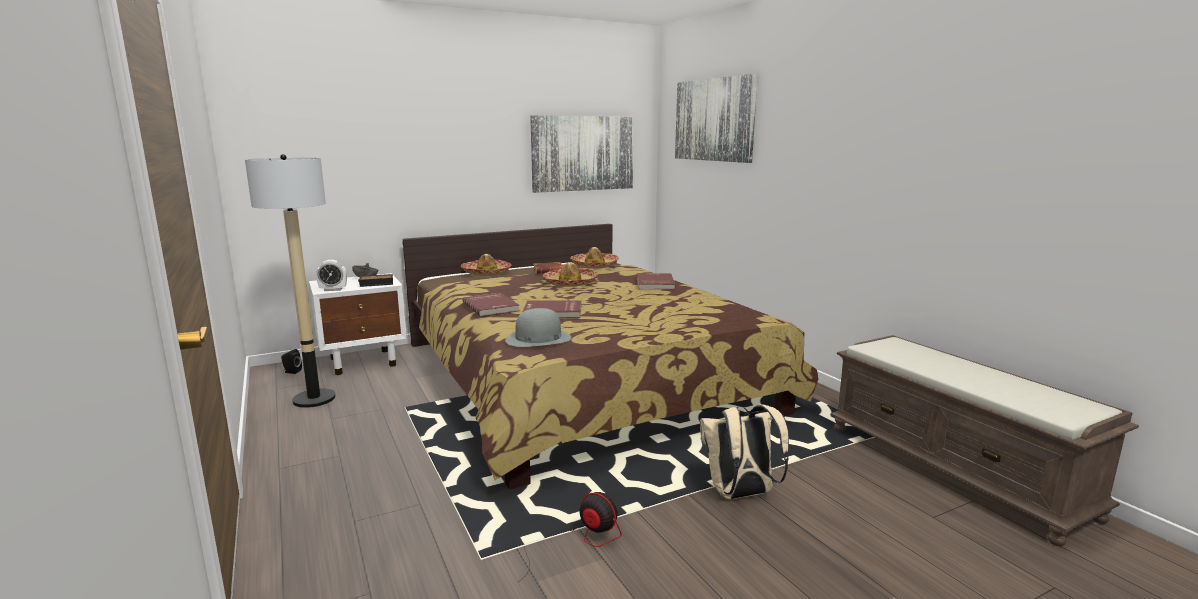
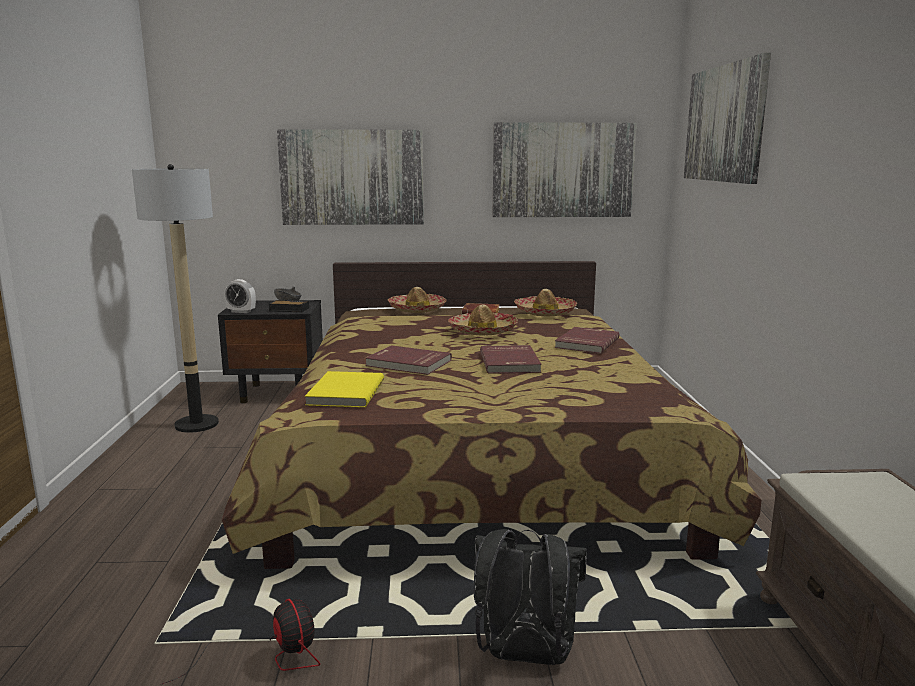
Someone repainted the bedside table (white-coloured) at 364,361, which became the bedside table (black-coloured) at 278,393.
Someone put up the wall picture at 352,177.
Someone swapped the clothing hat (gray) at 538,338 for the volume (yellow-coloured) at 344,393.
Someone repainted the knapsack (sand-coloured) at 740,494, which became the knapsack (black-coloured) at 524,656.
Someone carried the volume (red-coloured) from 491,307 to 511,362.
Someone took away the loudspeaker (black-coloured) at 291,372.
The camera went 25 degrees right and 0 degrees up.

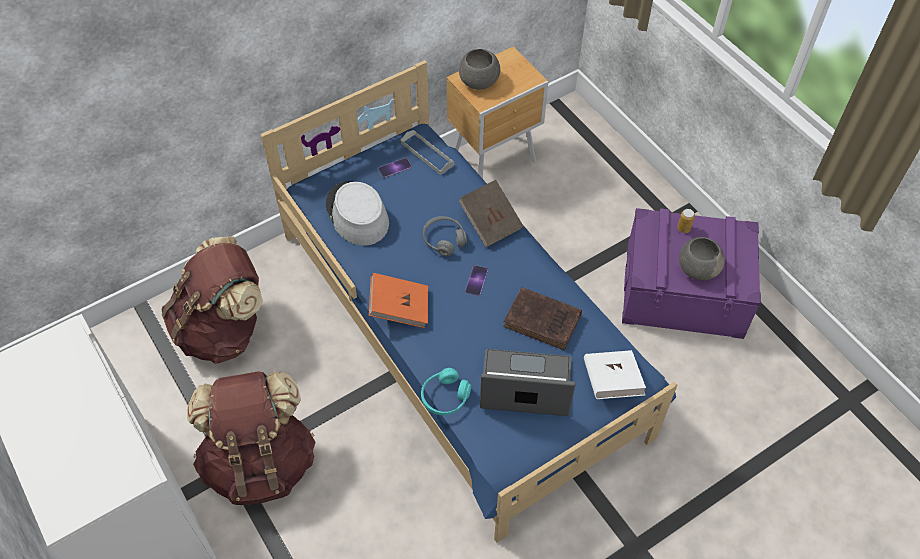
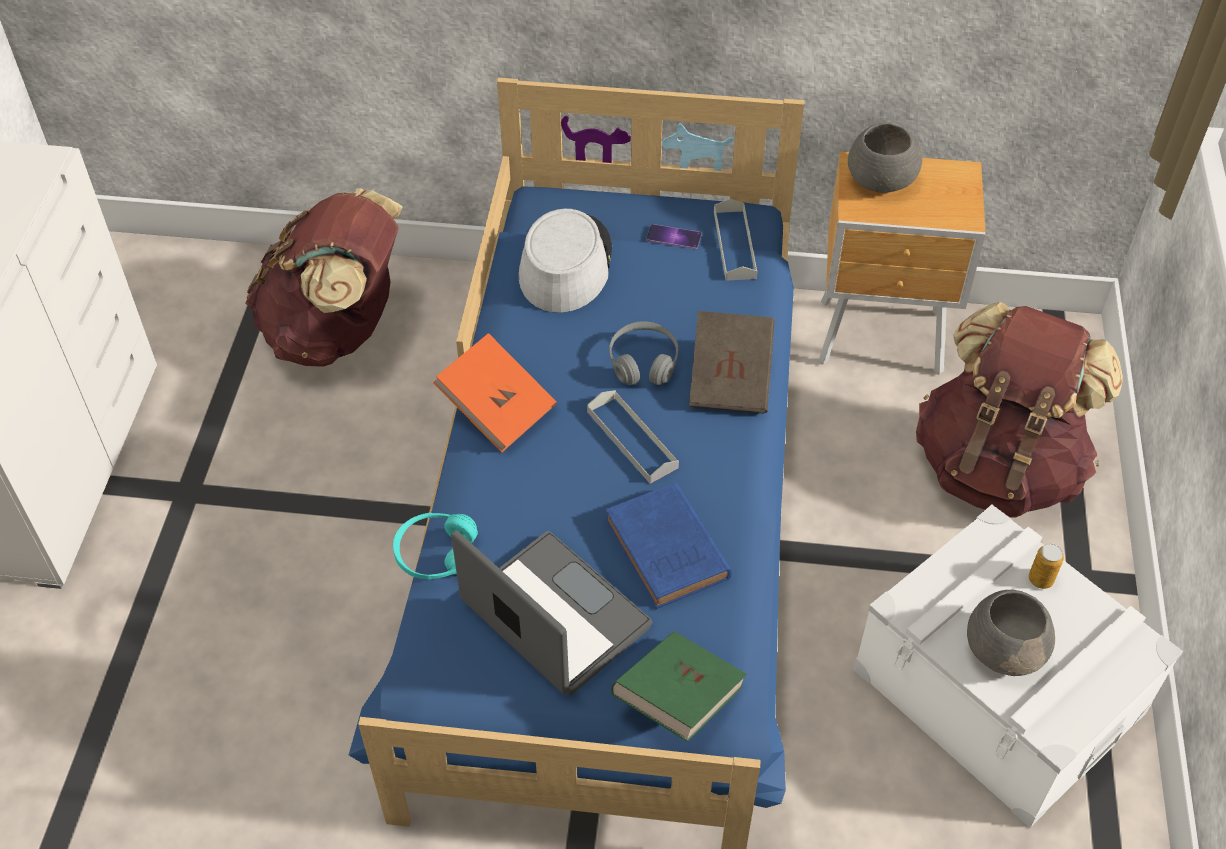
Someone swapped the phone at 476,280 for the serving tray (gray) at 632,439.
Someone repainted the volume (brownish) at 544,321, which became the volume (blue) at 668,552.
Someone repainted the volume (white-coloured) at 611,382, which became the volume (green) at 678,699.
Someone repainted the storage box (purple) at 684,290, which became the storage box (white-coloured) at 999,691.
Someone carried the knapsack (brownish) from 261,462 to 997,467.
The camera went 40 degrees right and 5 degrees down.

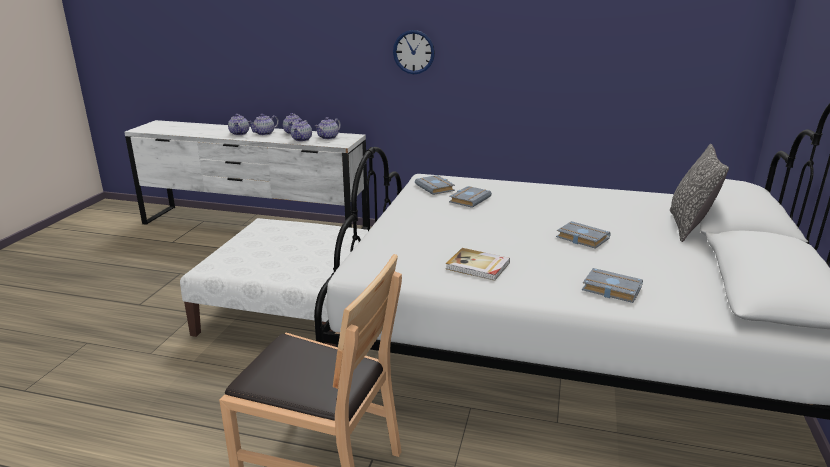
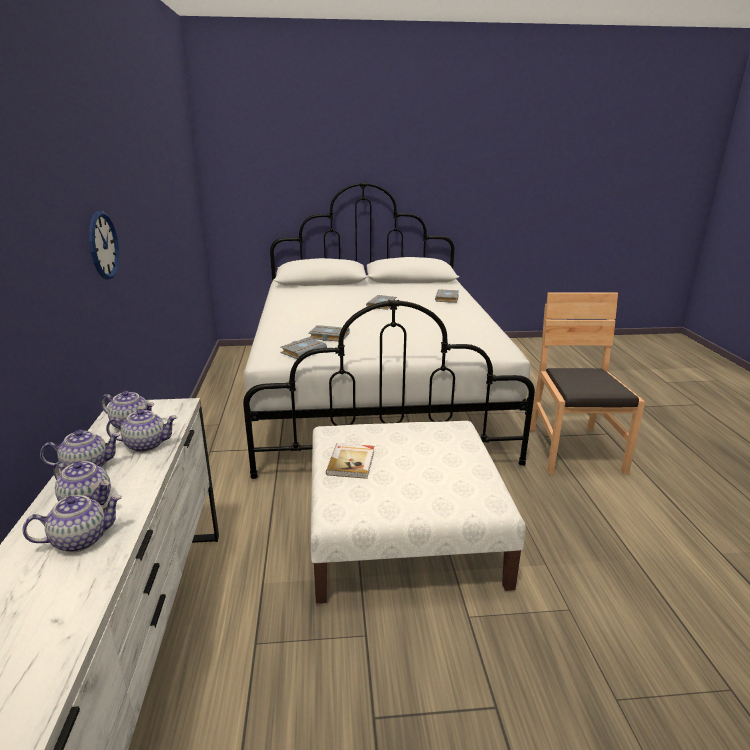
Someone carried the volume from 478,266 to 352,462.
Someone took away the throw pillow at 688,226.
The camera went 110 degrees left and 0 degrees up.

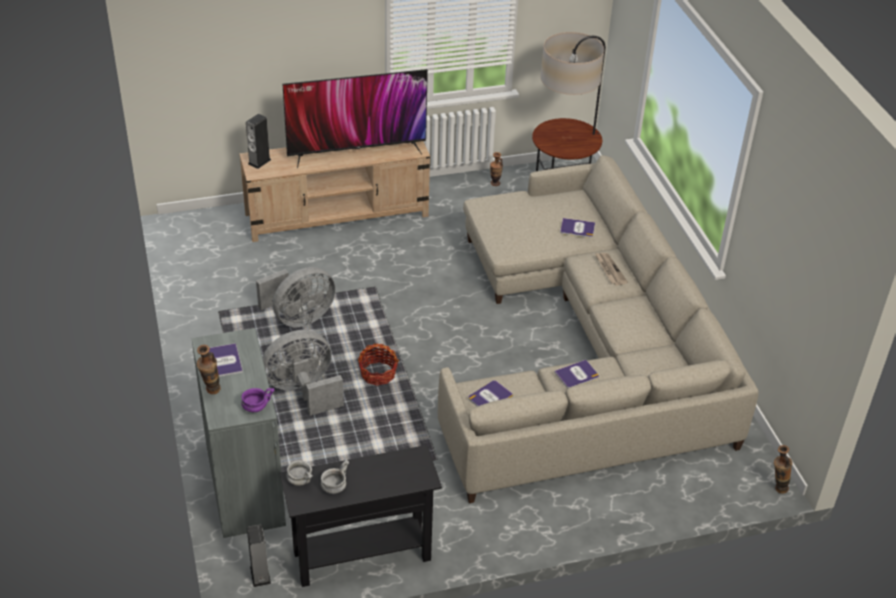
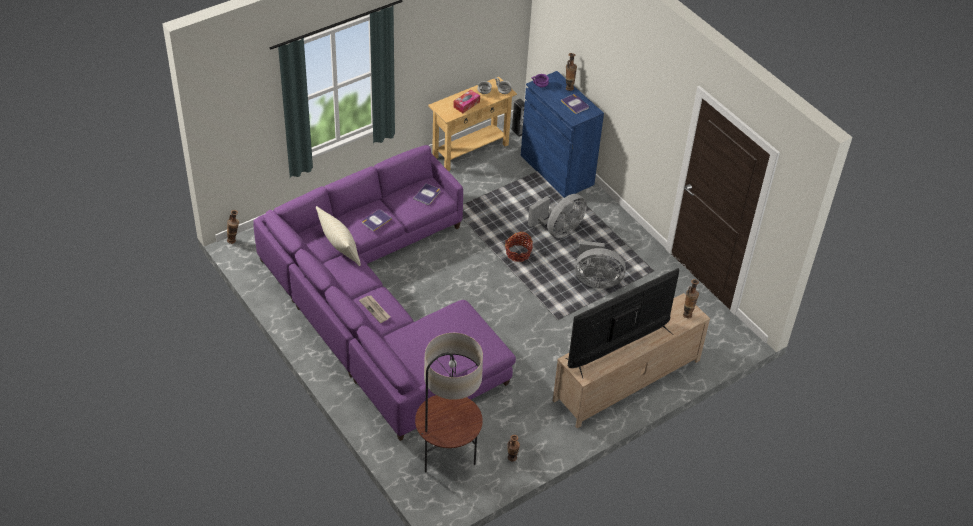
Someone repainted the couch (sand-coloured) at 585,351, which became the couch (purple) at 381,306.
Someone put down the throw pillow (sand-coloured) at 339,247.
Someone repainted the narrow table (black-coloured) at 362,555, which became the narrow table (sand-coloured) at 470,151.
Someone put down the tissue holder at 466,104.
Someone repainted the storage cabinet (gray) at 245,484, which became the storage cabinet (blue) at 557,170.
Someone rotated the electric fan (gray) at 299,318 by 120 degrees counterclockwise.
Someone swapped the loudspeaker at 259,161 for the vase at 688,313.
Someone took away the volume at 577,228.
The camera went 160 degrees right and 5 degrees up.

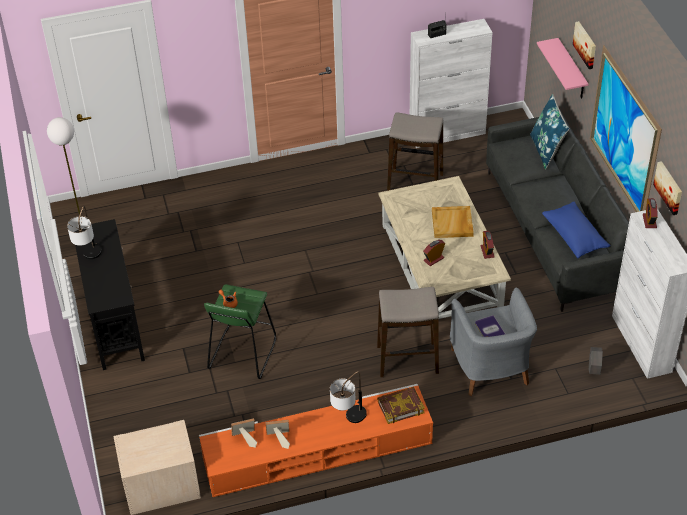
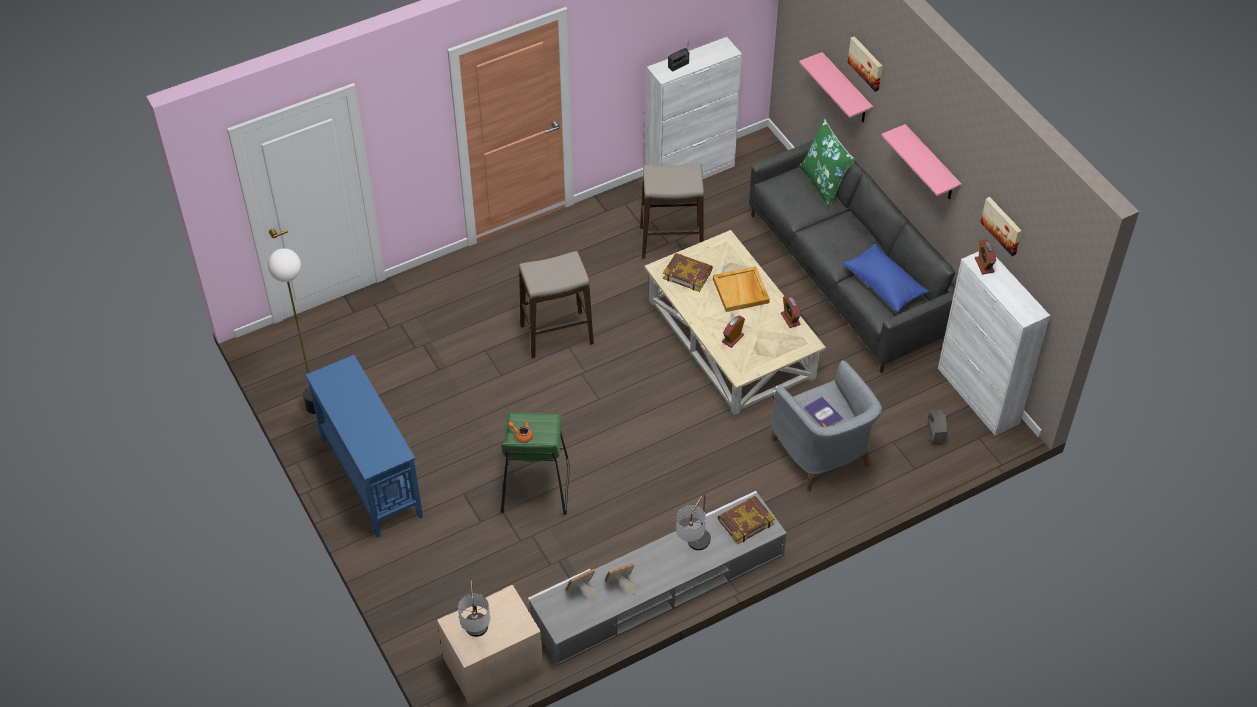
Someone repainted the narrow table (black-coloured) at 115,321, which became the narrow table (blue) at 371,475.
Someone carried the tabletop lamp from 90,259 to 477,636.
Someone carried the stool seat from 407,360 to 557,335.
Someone repainted the media console (orange-coloured) at 317,451, which became the media console (gray) at 658,588.
Someone put down the volume at 687,274.
Someone repainted the throw pillow (blue) at 546,150, which became the throw pillow (green) at 824,183.
Someone swapped the wall picture at 623,134 for the shelf (pink) at 931,164.
The camera went 15 degrees left and 5 degrees up.

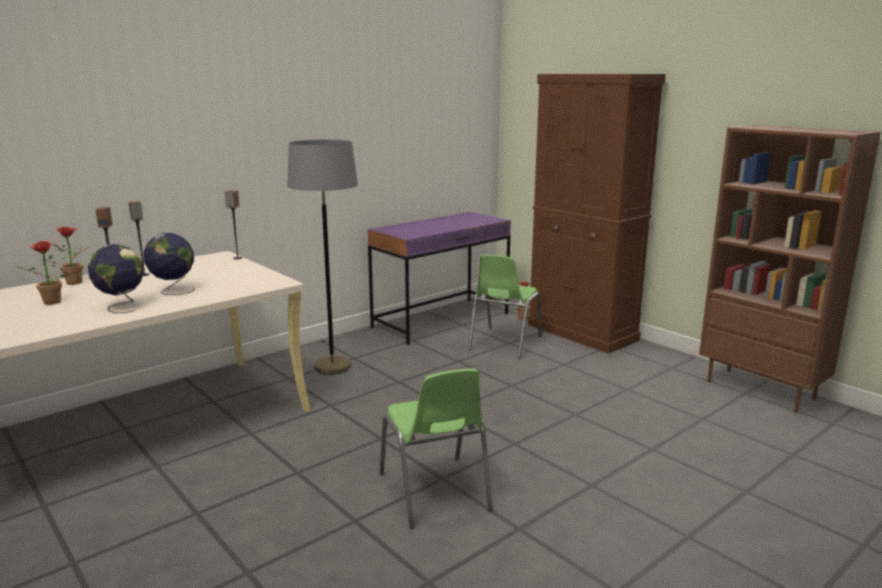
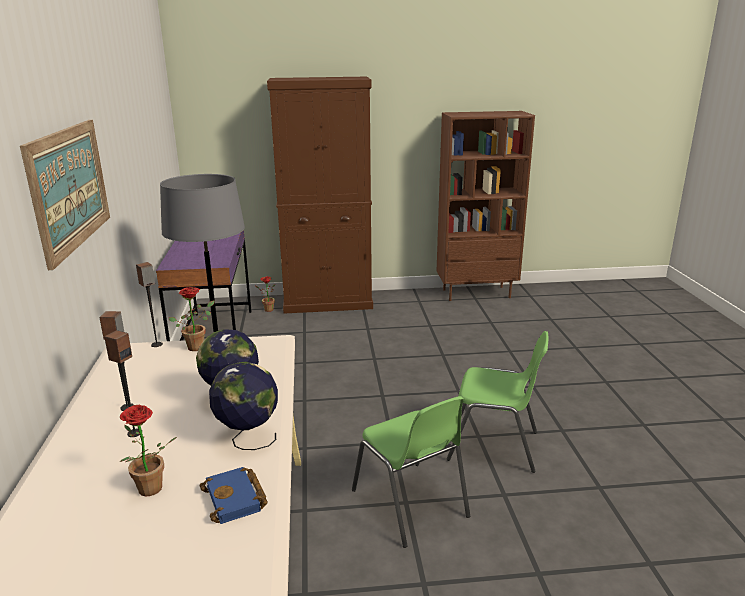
Someone put up the wall picture at 70,187.
Someone carried the plant in a pot from 78,282 to 198,346.
Someone put down the volume (blue) at 236,499.
Someone carried the chair (green) from 503,343 to 410,504.
The camera went 55 degrees left and 5 degrees up.

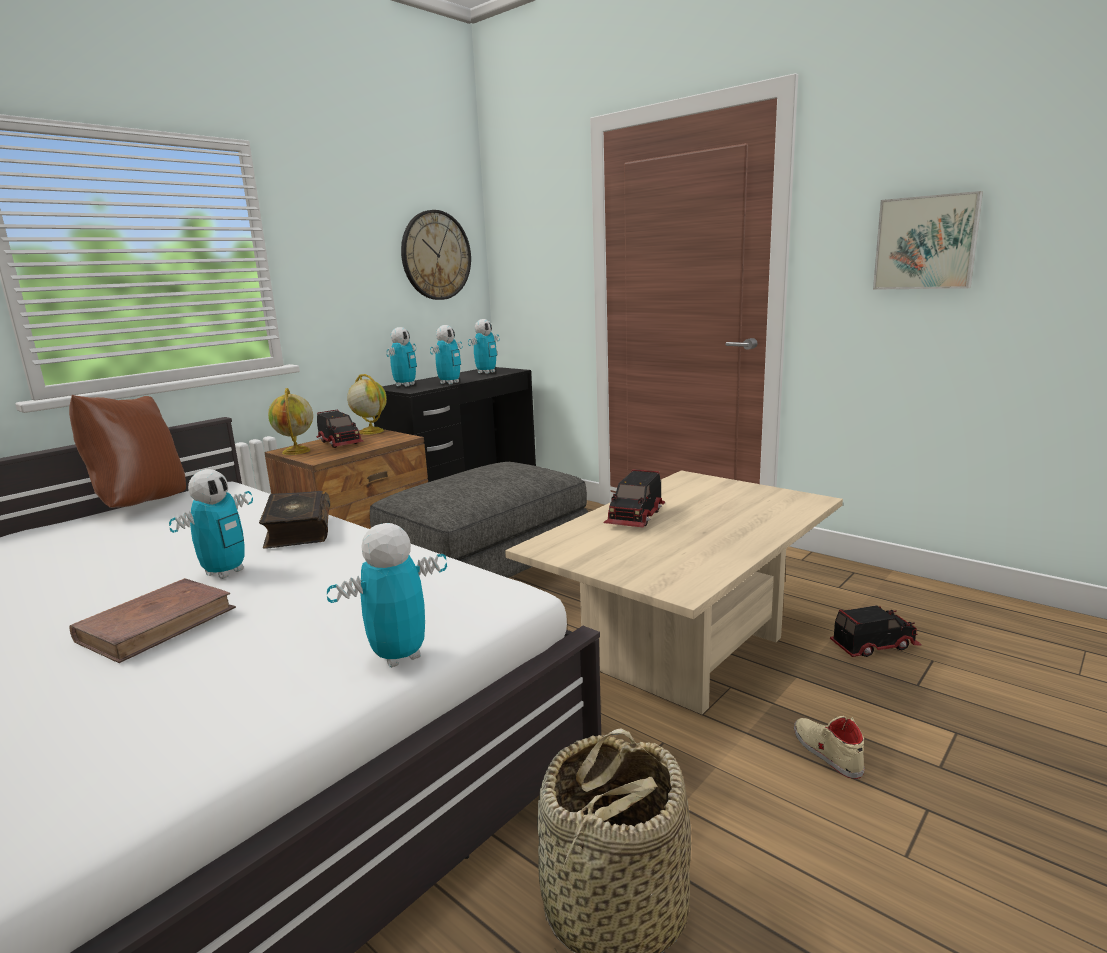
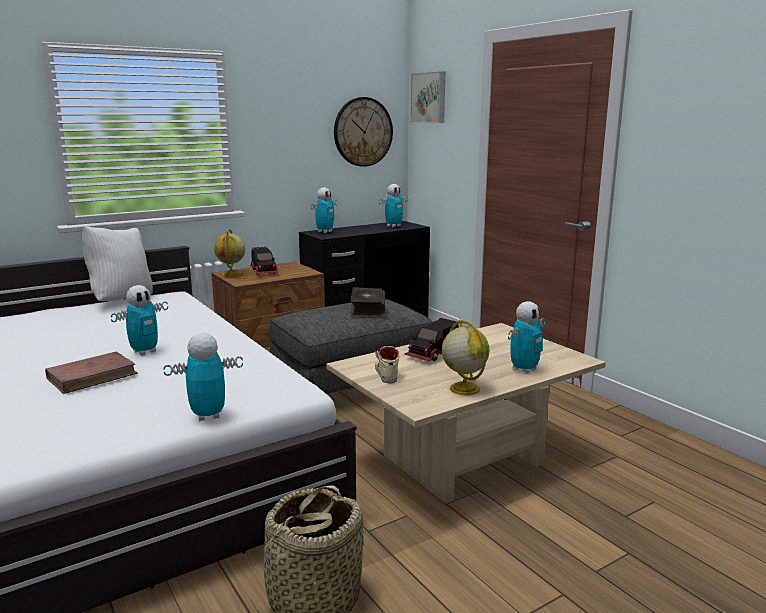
Someone repainted the throw pillow (brownish) at 141,503, which became the throw pillow (white-coloured) at 121,300.
Someone carried the volume from 297,530 to 367,309.
Someone carried the shoe (sand-coloured) from 826,752 to 386,372.
Someone carried the wall picture from 926,243 to 429,97.
Someone carried the desk globe from 370,431 to 463,388.
Someone carried the robot figure from 449,383 to 524,369.
Someone took away the toy lorry at 873,645.
The camera went 15 degrees right and 0 degrees up.

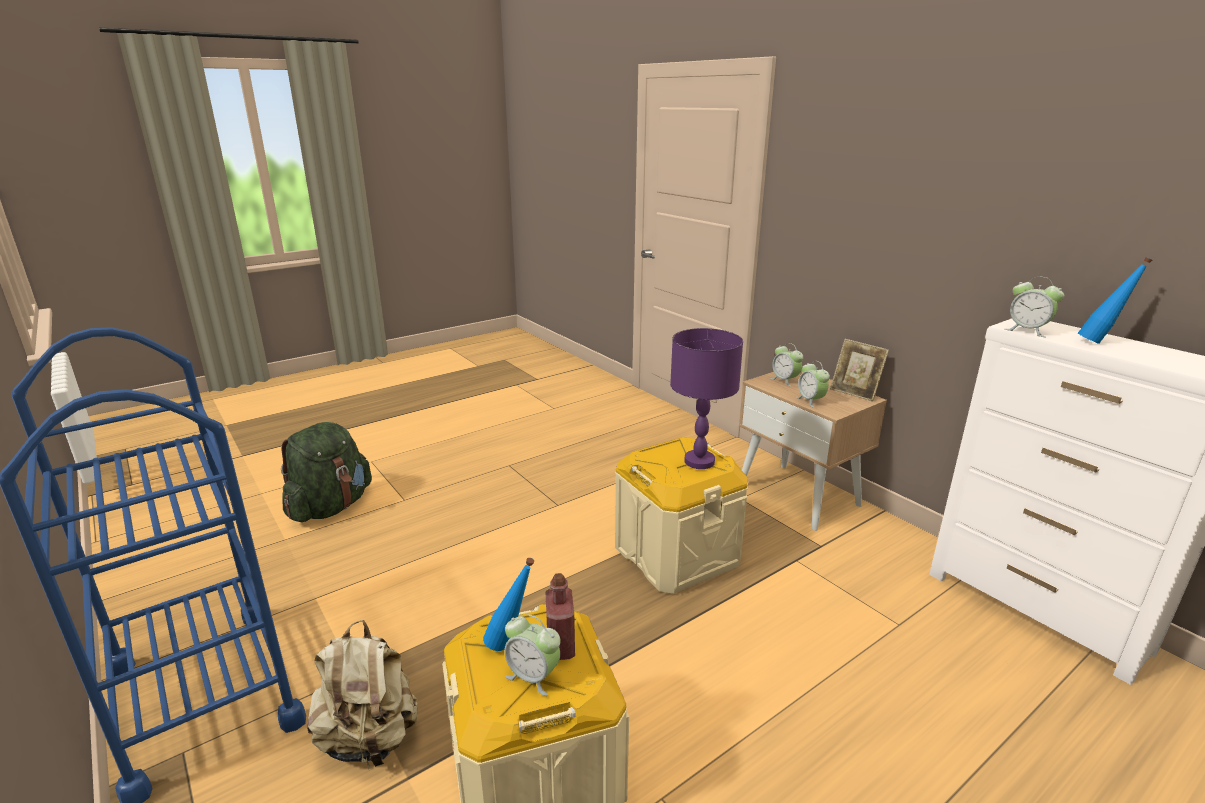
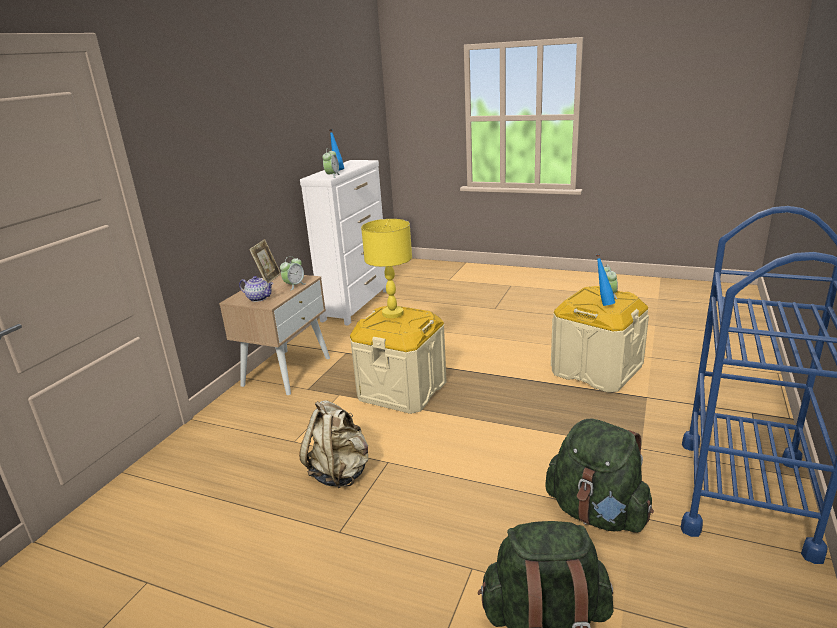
Someone swapped the alarm clock at 785,380 for the teapot at 259,298.
Someone carried the knapsack (sand-coloured) from 370,739 to 340,472.
Someone repainted the tabletop lamp (purple) at 700,462, which became the tabletop lamp (yellow-coloured) at 393,313.
Someone put down the knapsack (green) at 596,513.
Someone took away the drink bottle (red-coloured) at 560,646.
The camera went 120 degrees left and 0 degrees up.

